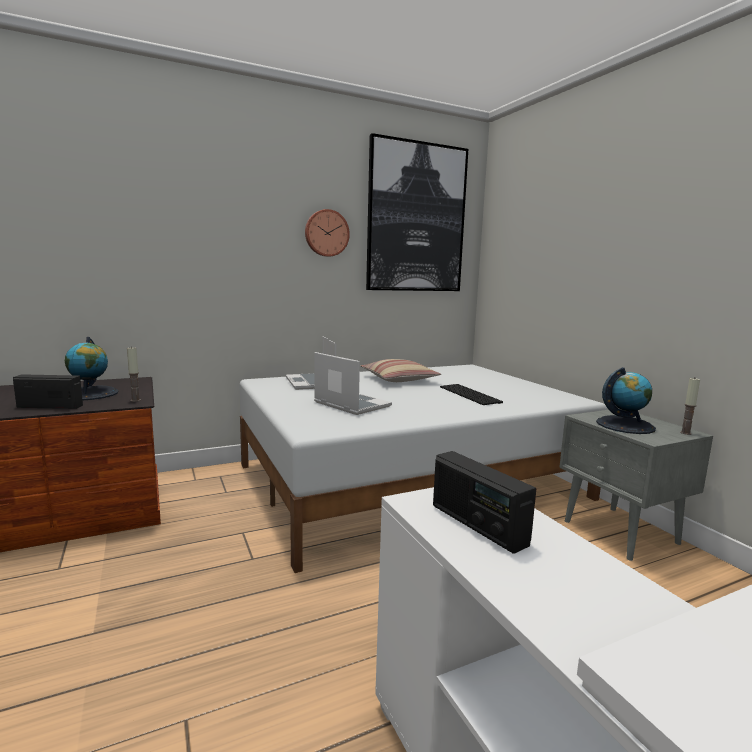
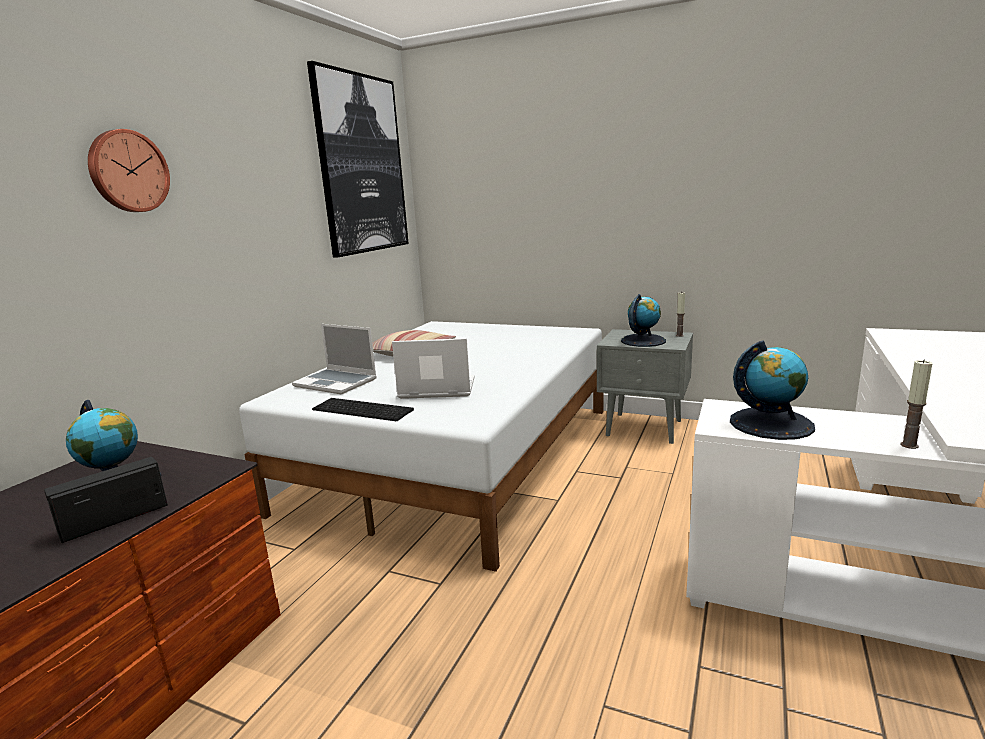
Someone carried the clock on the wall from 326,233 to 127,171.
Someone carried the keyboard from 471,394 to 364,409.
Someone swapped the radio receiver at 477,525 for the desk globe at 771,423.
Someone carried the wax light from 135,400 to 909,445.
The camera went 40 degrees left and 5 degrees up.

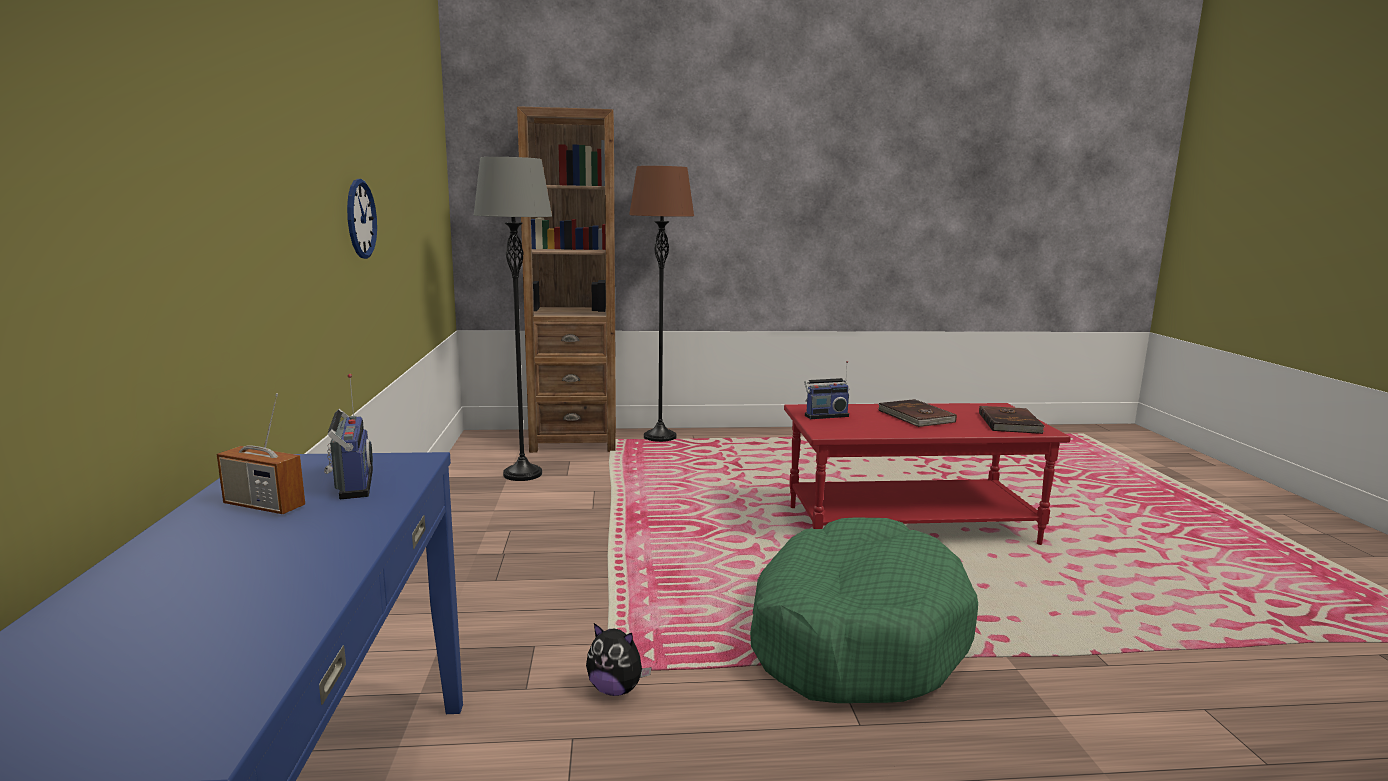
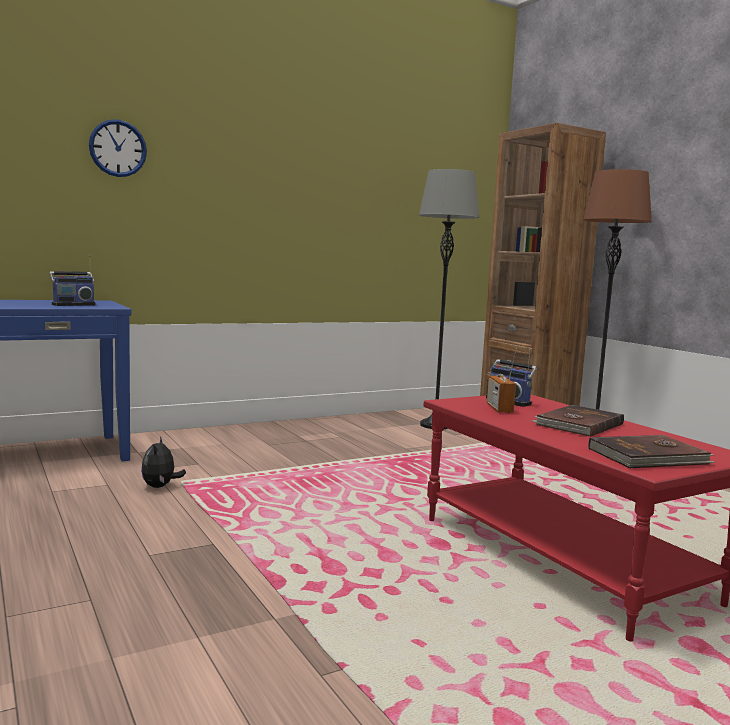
Someone carried the clock on the wall from 360,219 to 118,148.
Someone carried the radio receiver from 264,506 to 499,408.
Someone took away the dog bed (green) at 855,635.
The camera went 65 degrees right and 5 degrees down.

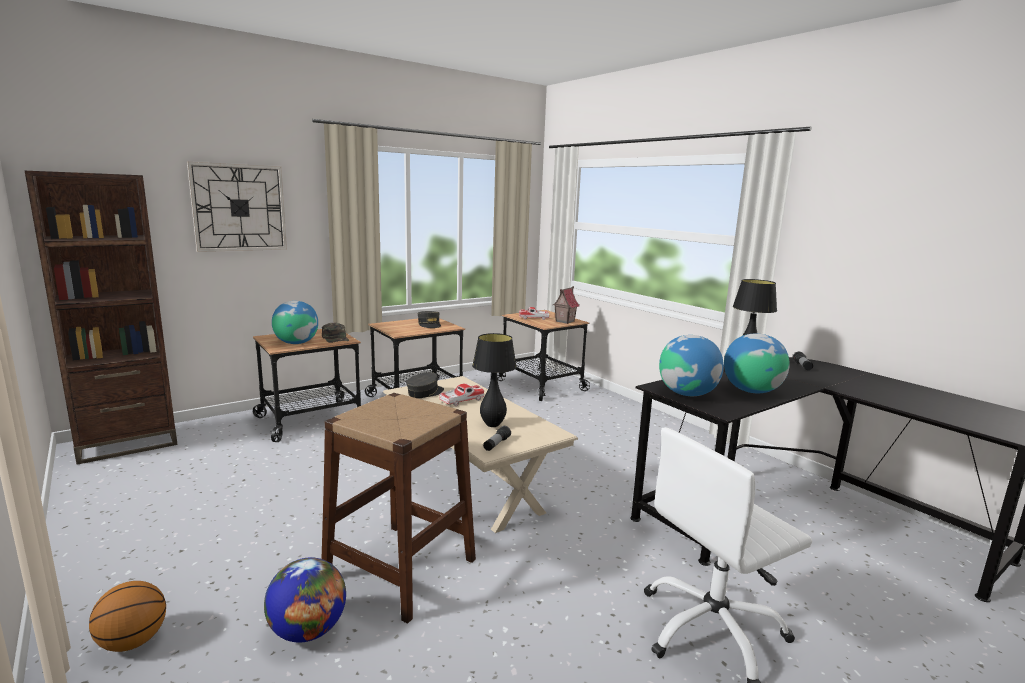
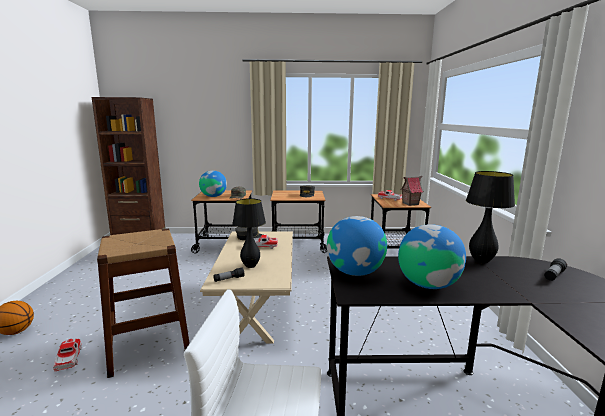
Someone swapped the desk globe at 308,630 for the miniature car at 68,359.
Someone took away the clock on the wall at 239,208.
The camera went 35 degrees right and 0 degrees up.

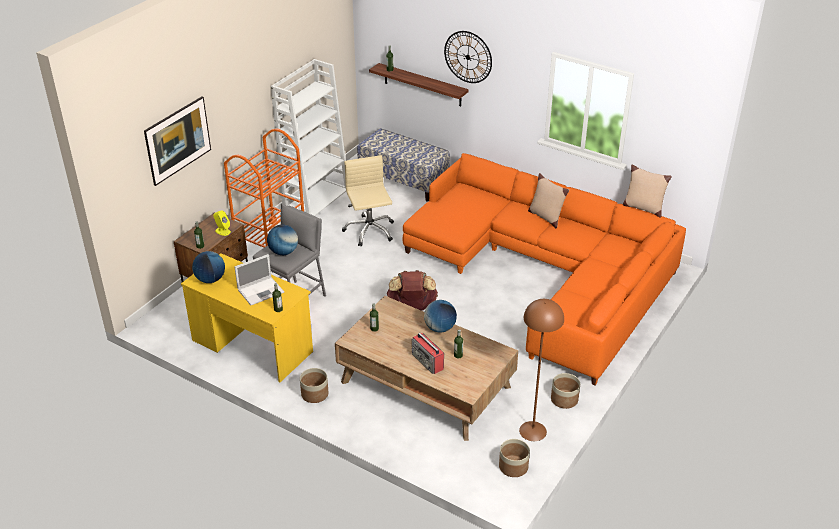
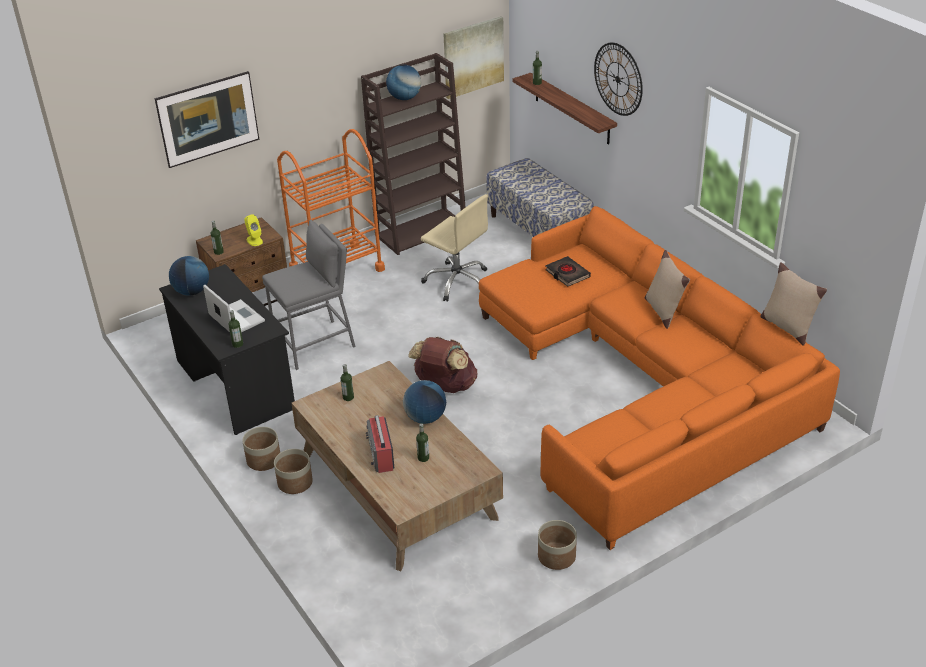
Someone repainted the desk unit (yellow-coloured) at 252,346, which became the desk unit (black-coloured) at 235,384.
Someone rotated the portable computer at 261,291 by 120 degrees counterclockwise.
Someone carried the planter from 513,467 to 294,482.
Someone repainted the bookshelf (white-coloured) at 316,200, which became the bookshelf (brownish) at 421,231.
Someone carried the desk globe from 283,252 to 404,98.
Someone rotated the desk chair (sand-coloured) at 369,231 by 120 degrees clockwise.
Someone put up the wall picture at 473,57.
Someone put down the volume (black-coloured) at 567,274.
Someone took away the standard lamp (brownish) at 532,431.
The camera went 25 degrees right and 0 degrees up.

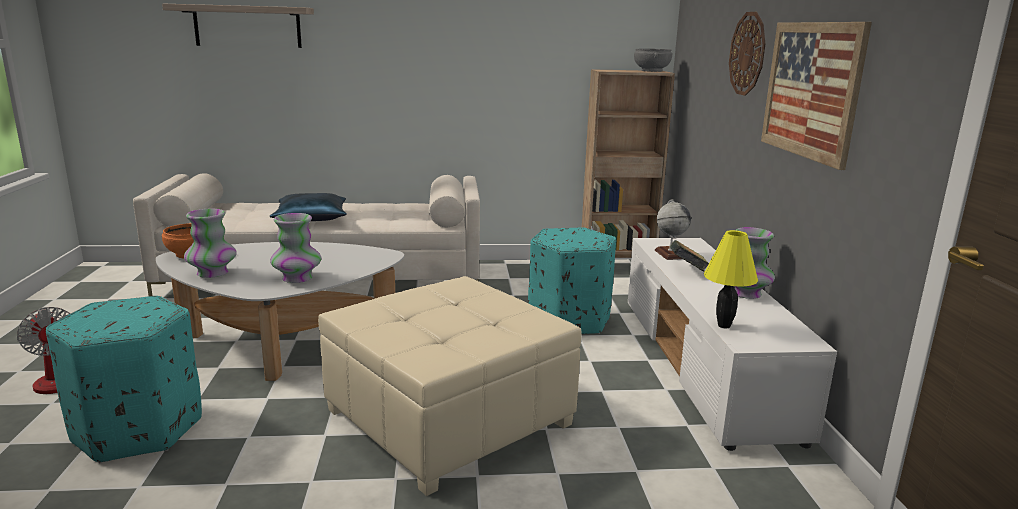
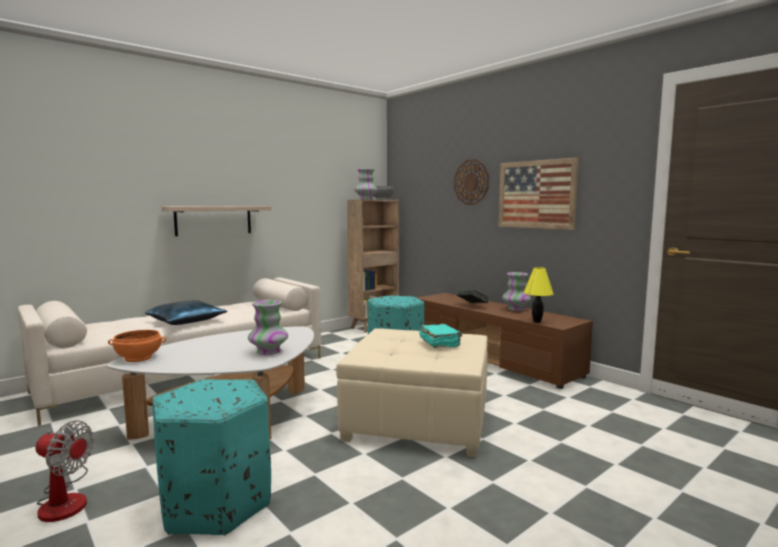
Someone carried the shelf from 247,26 to 213,220.
Someone carried the vase from 212,273 to 366,199.
Someone repainted the media console (white-coloured) at 705,365, which became the media console (brownish) at 493,359.
Someone put down the volume (turquoise) at 439,343.
Someone took away the desk globe at 670,254.
The camera went 35 degrees left and 10 degrees down.

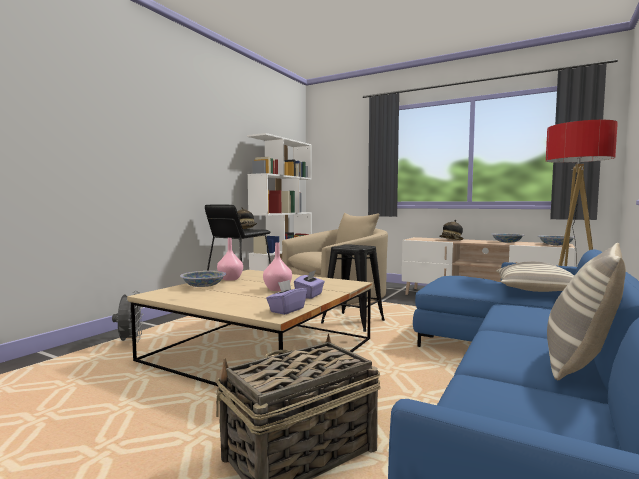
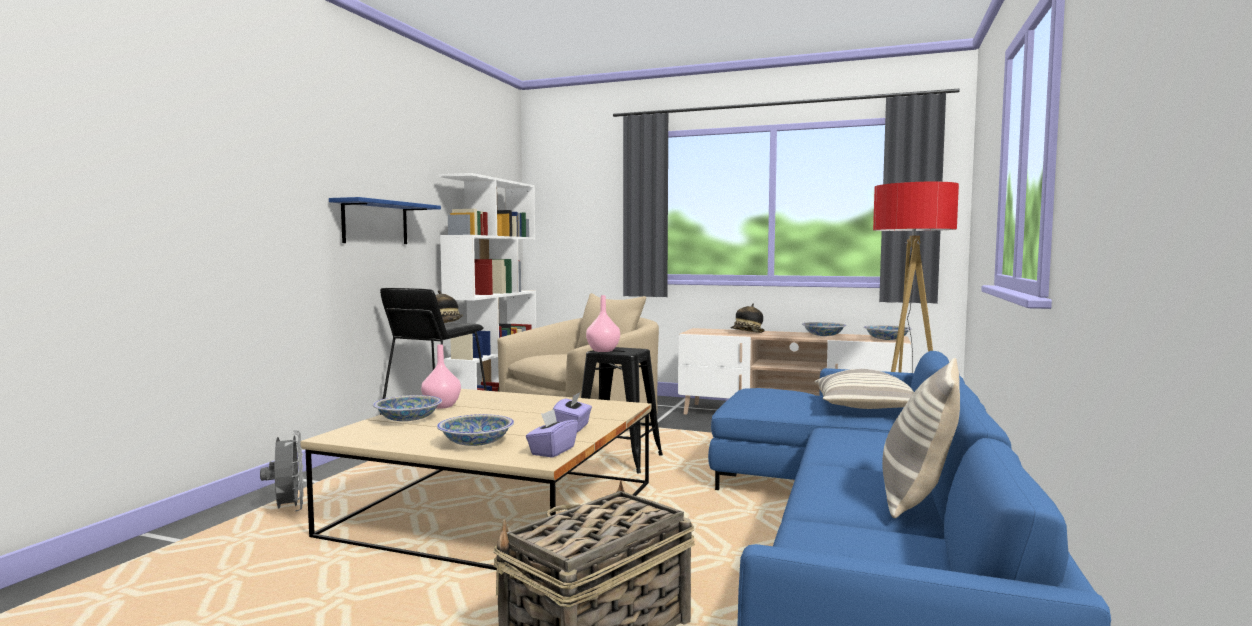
Someone put up the shelf (blue) at 375,223.
Someone put down the bowl at 476,443.
Someone carried the vase (pink) from 277,289 to 603,350.
The camera went 10 degrees left and 0 degrees up.

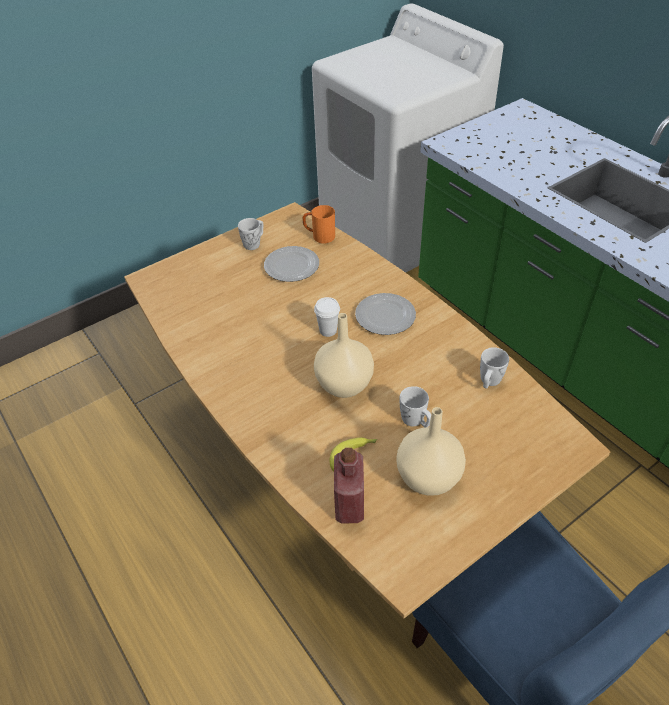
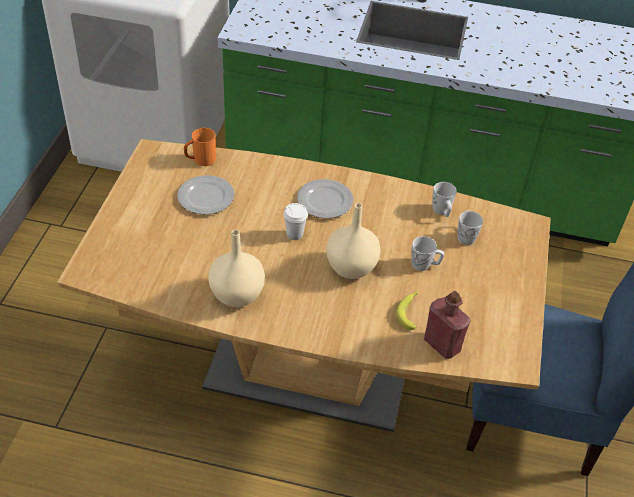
Someone carried the vase (sand-coloured) from 427,477 to 236,294.
Someone carried the coffee mug (white-coloured) from 254,243 to 465,236.
The camera went 45 degrees left and 0 degrees up.

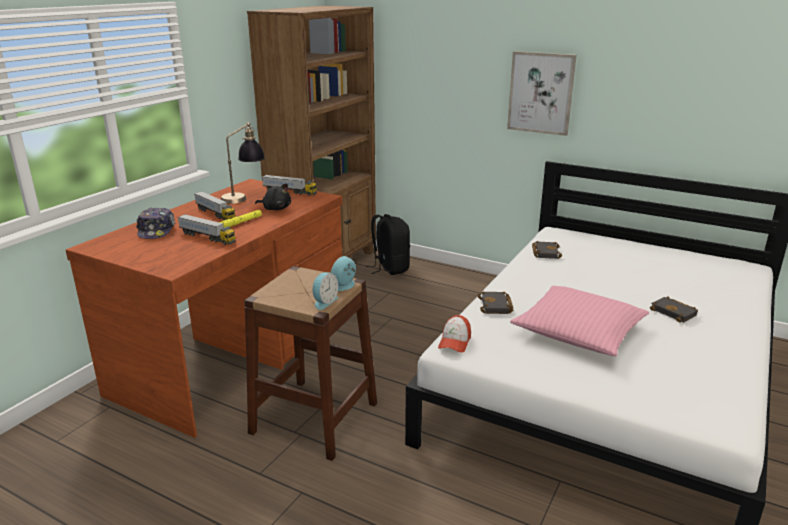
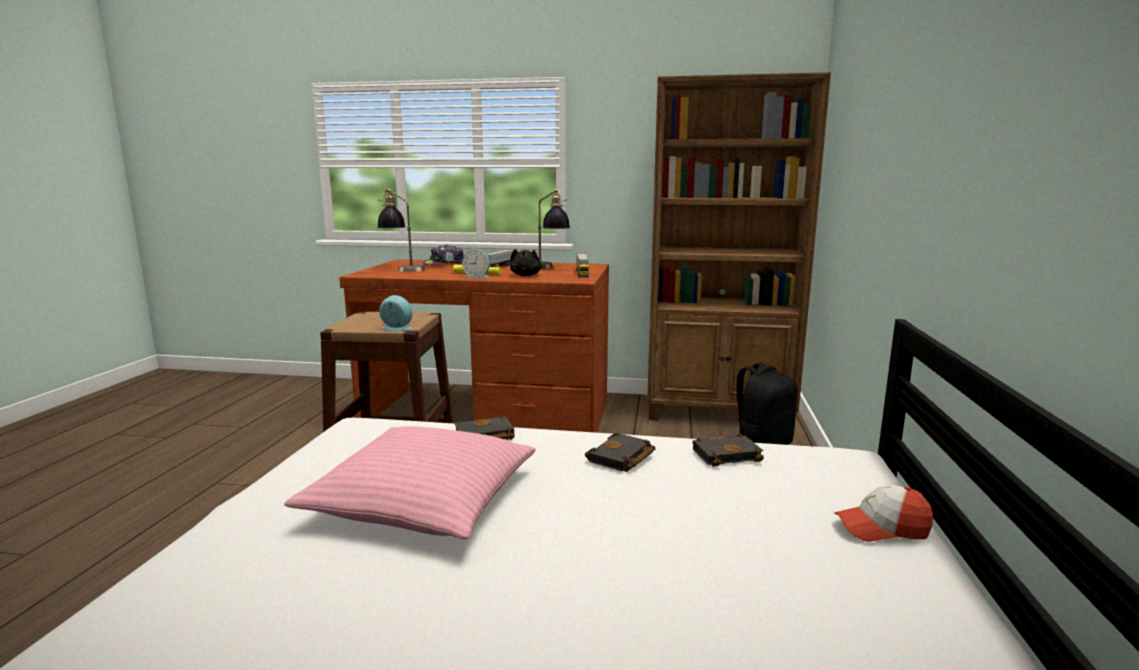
Someone put down the tabletop lamp at 402,269.
Someone carried the alarm clock from 324,302 to 477,277.
Someone carried the volume (black-coloured) from 675,312 to 621,458.
Someone carried the cap from 454,342 to 882,528.
Someone took away the toy lorry at 207,237.
Someone took away the wall picture at 541,93.
The camera went 70 degrees right and 10 degrees down.

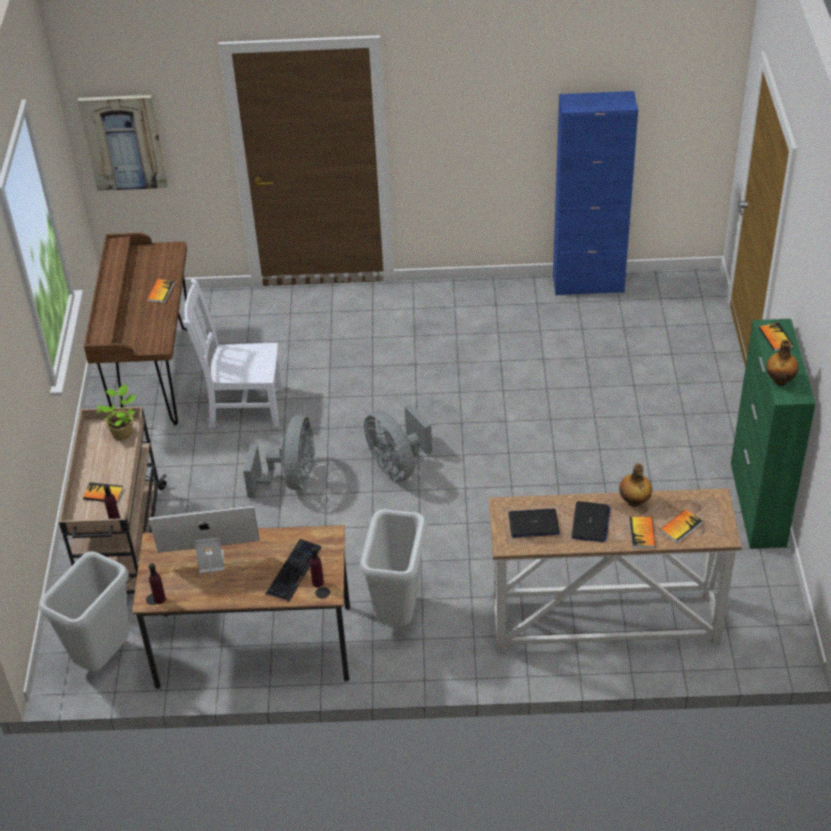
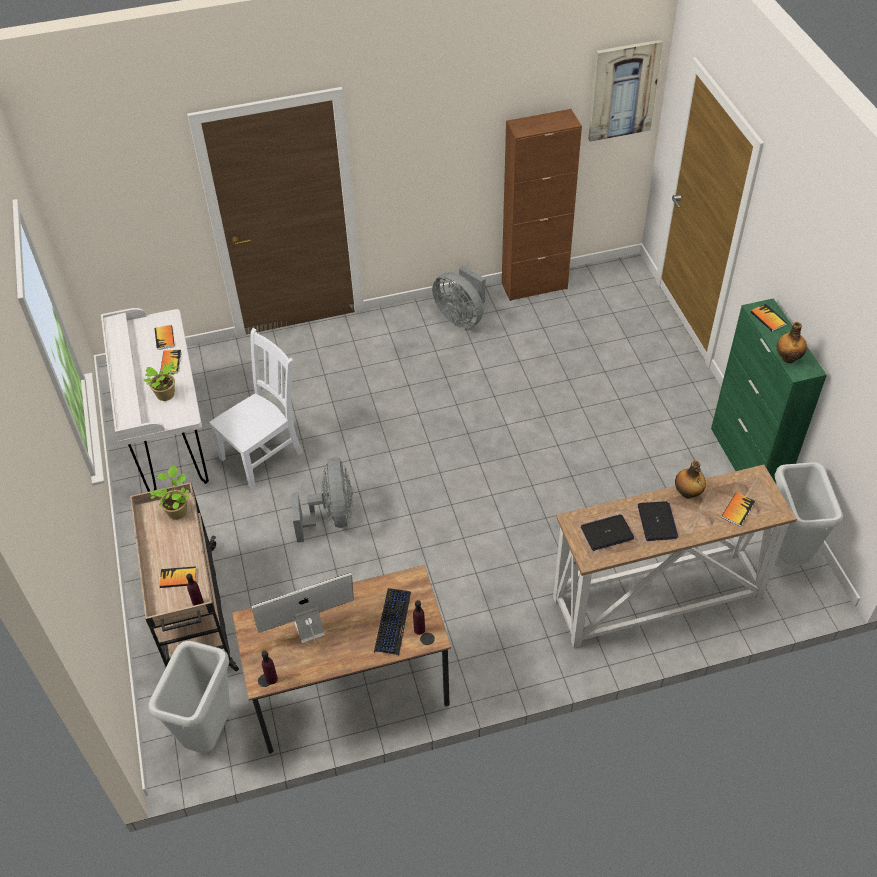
Someone repainted the desk unit (brownish) at 154,377, which became the desk unit (white-coloured) at 170,439.
Someone put down the plant in a pot at 166,395.
Someone carried the volume from 642,533 to 164,338.
Someone rotated the chair (white-coloured) at 242,406 by 150 degrees clockwise.
Someone carried the electric fan (gray) from 397,466 to 461,317.
Someone repainted the storage cabinet (blue) at 588,284, which became the storage cabinet (brownish) at 534,286.
Someone carried the wall picture from 124,142 to 623,90.
Someone carried the rubbish bin (gray) from 397,614 to 785,552.
The camera went 15 degrees left and 5 degrees up.

